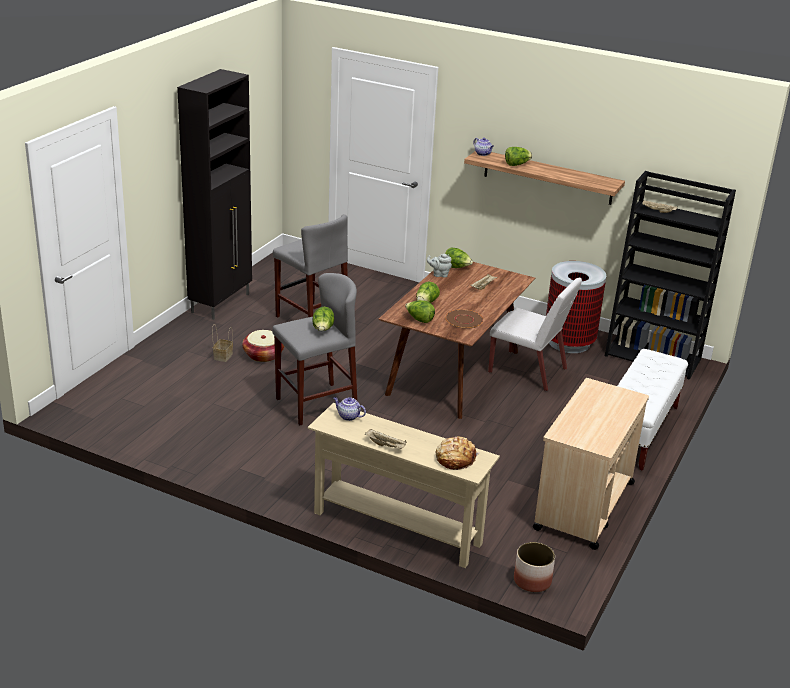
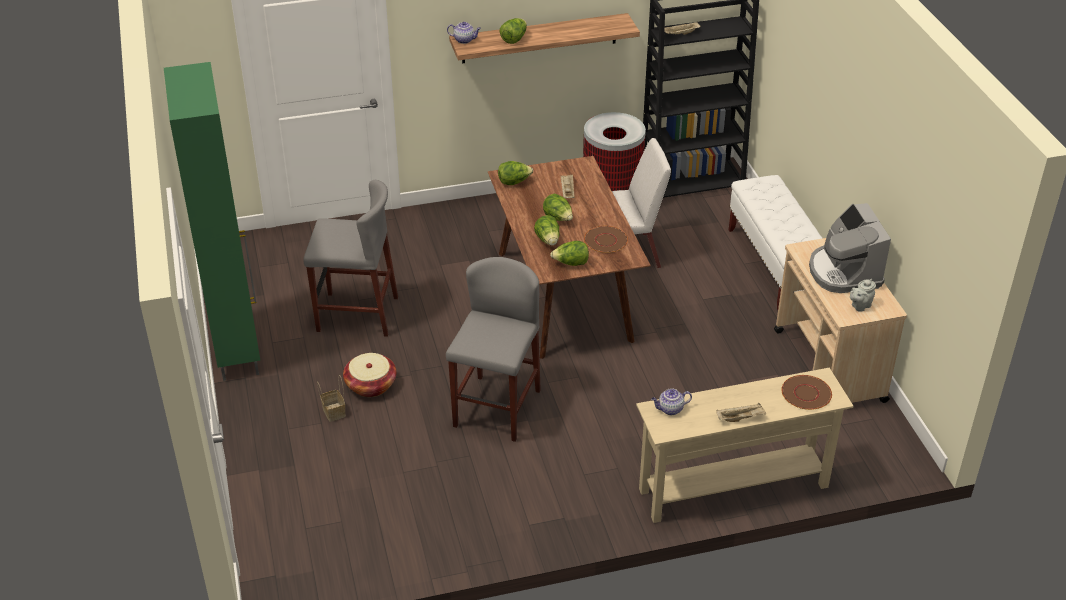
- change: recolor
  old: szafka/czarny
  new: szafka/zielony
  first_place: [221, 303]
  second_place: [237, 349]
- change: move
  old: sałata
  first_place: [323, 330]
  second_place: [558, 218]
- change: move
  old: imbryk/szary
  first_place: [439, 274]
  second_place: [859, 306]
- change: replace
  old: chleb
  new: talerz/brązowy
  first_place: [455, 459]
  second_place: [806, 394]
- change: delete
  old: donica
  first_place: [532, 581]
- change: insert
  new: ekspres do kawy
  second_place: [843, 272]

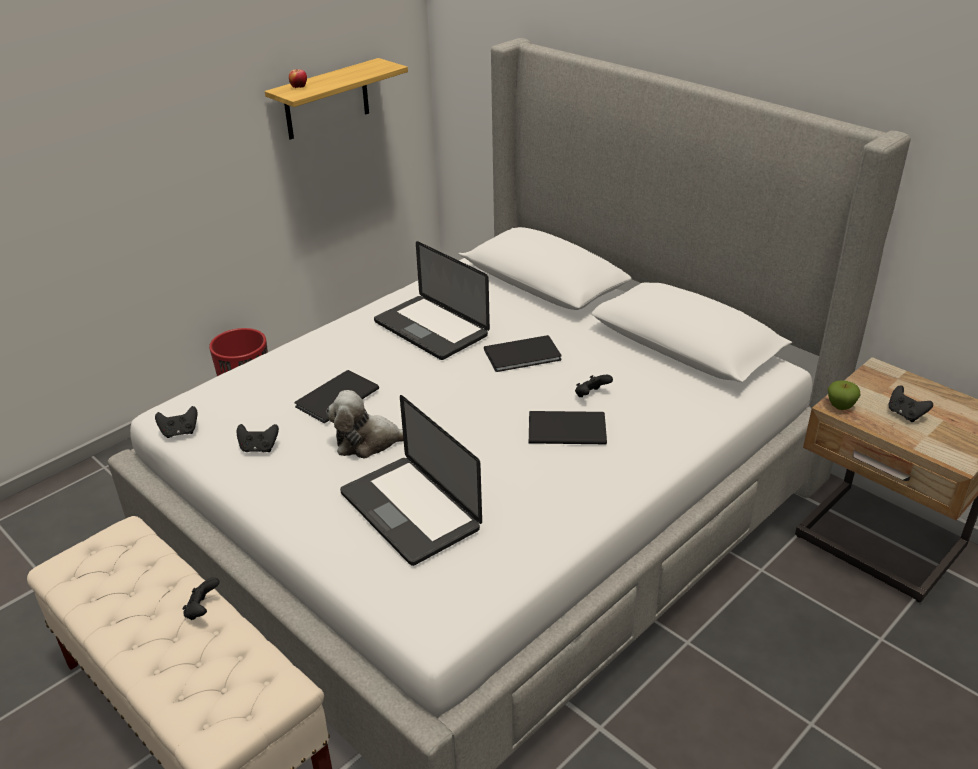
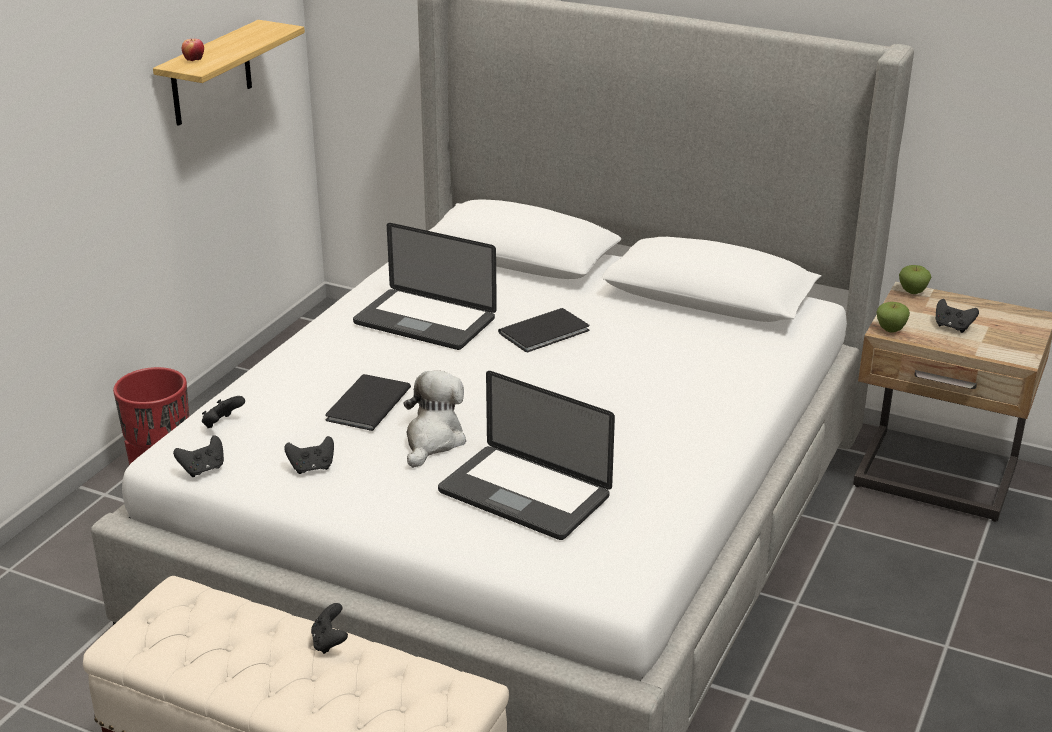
- change: rotate
  old: pluszak
  first_place: [369, 442]
  second_place: [433, 440]
  degrees: 135
- change: delete
  old: książka/czarny
  first_place: [564, 428]
- change: move
  old: pad do gier/czarny
  first_place: [591, 395]
  second_place: [222, 424]
- change: insert
  new: jabłko
  second_place: [912, 292]

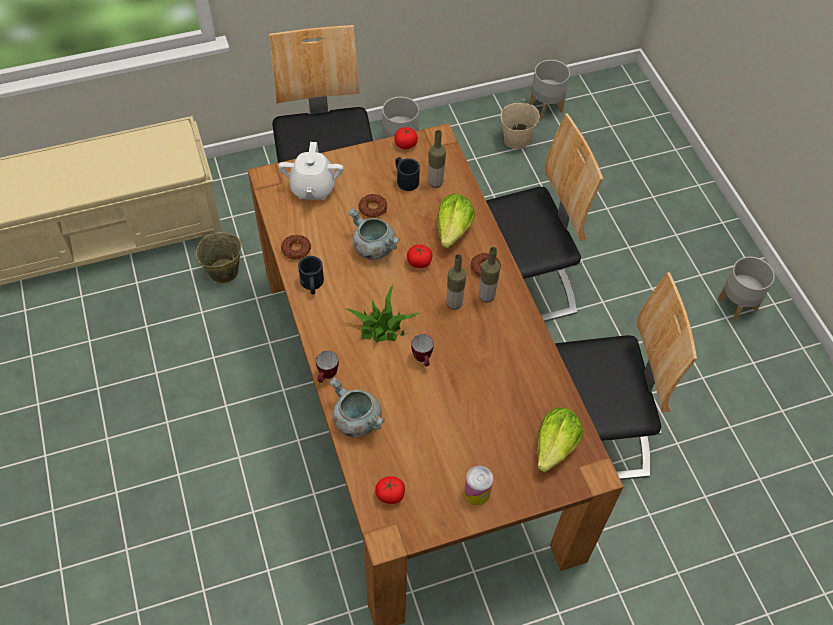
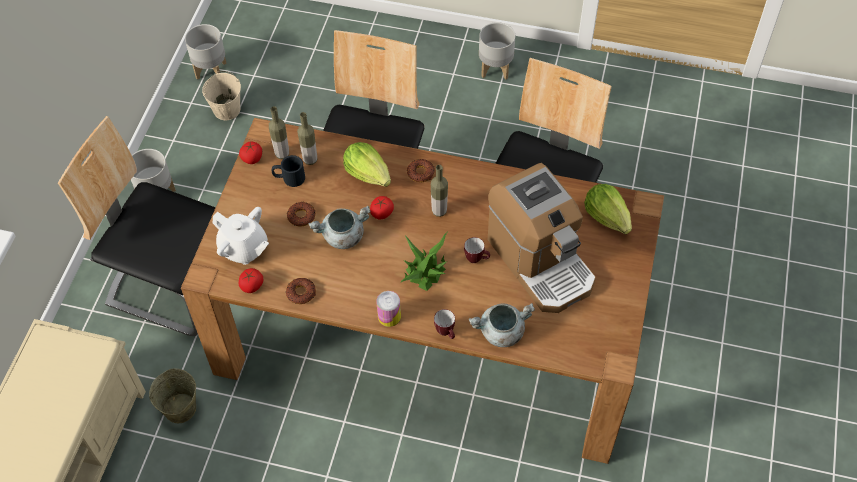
- change: delete
  old: kubek/czarny
  first_place: [312, 284]
- change: move
  old: pomidor
  first_place: [390, 495]
  second_place: [252, 286]
- change: move
  old: puszka
  first_place: [477, 492]
  second_place: [389, 316]
- change: move
  old: butelka
  first_place: [486, 296]
  second_place: [282, 154]
- change: insert
  new: ekspres do kawy
  second_place: [540, 262]

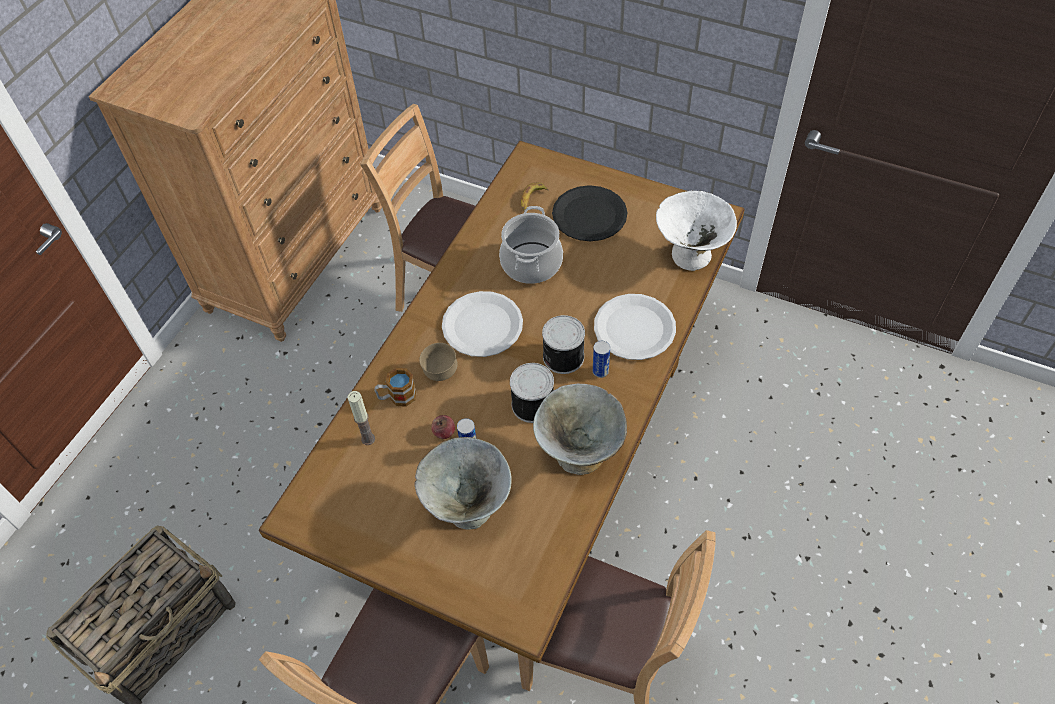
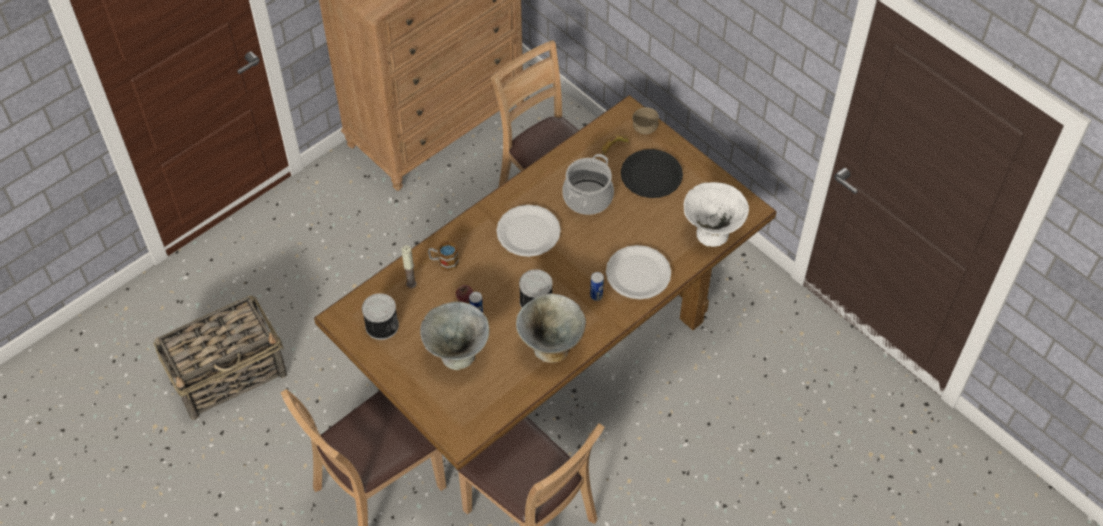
- change: move
  old: miska/brązowy
  first_place: [440, 373]
  second_place: [644, 130]
- change: move
  old: puszka
  first_place: [562, 356]
  second_place: [381, 325]

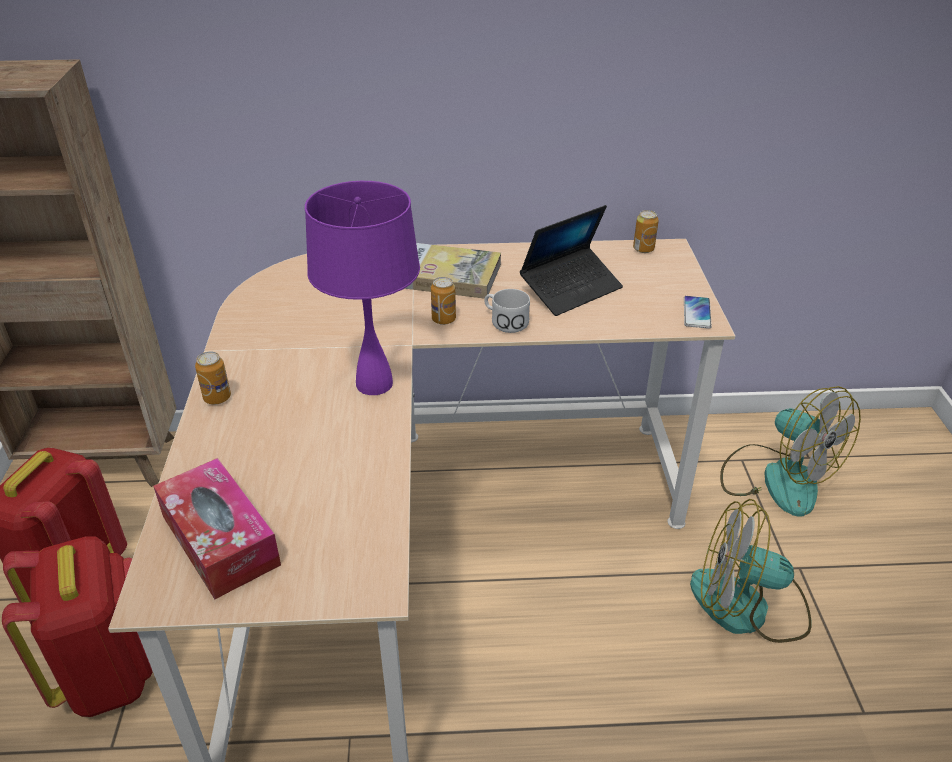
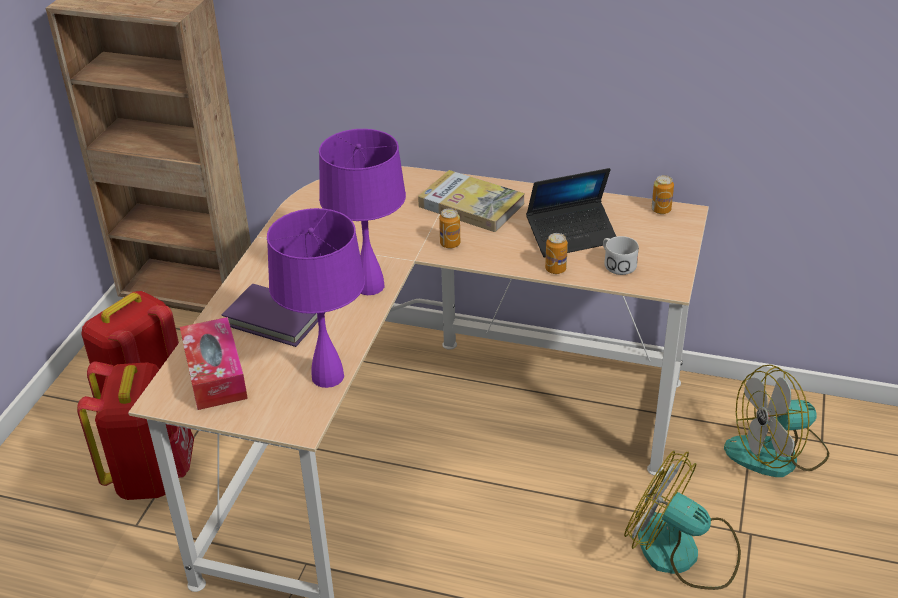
- change: move
  old: puszka
  first_place: [217, 398]
  second_place: [555, 269]
- change: move
  old: kubek/biały
  first_place: [504, 321]
  second_place: [616, 263]
- change: delete
  old: telefon
  first_place: [697, 313]
- change: rotate
  old: wentylator
  first_place: [777, 478]
  second_place: [777, 453]
  degrees: 90
- change: insert
  new: książka/fioletowy
  second_place: [275, 319]
- change: insert
  new: lampa stołowa/fioletowy
  second_place: [327, 377]

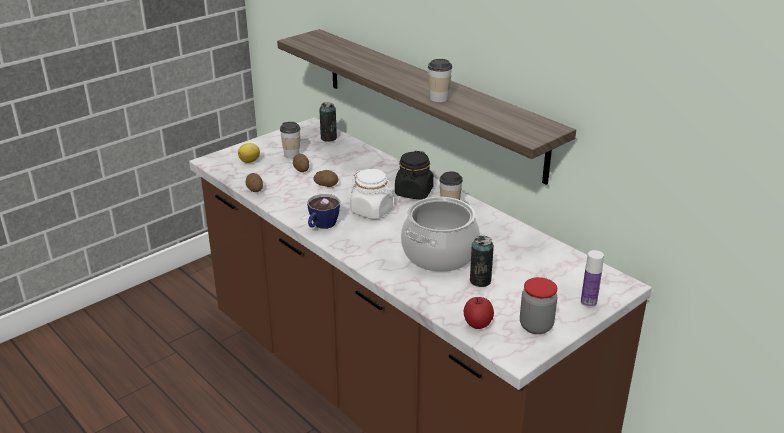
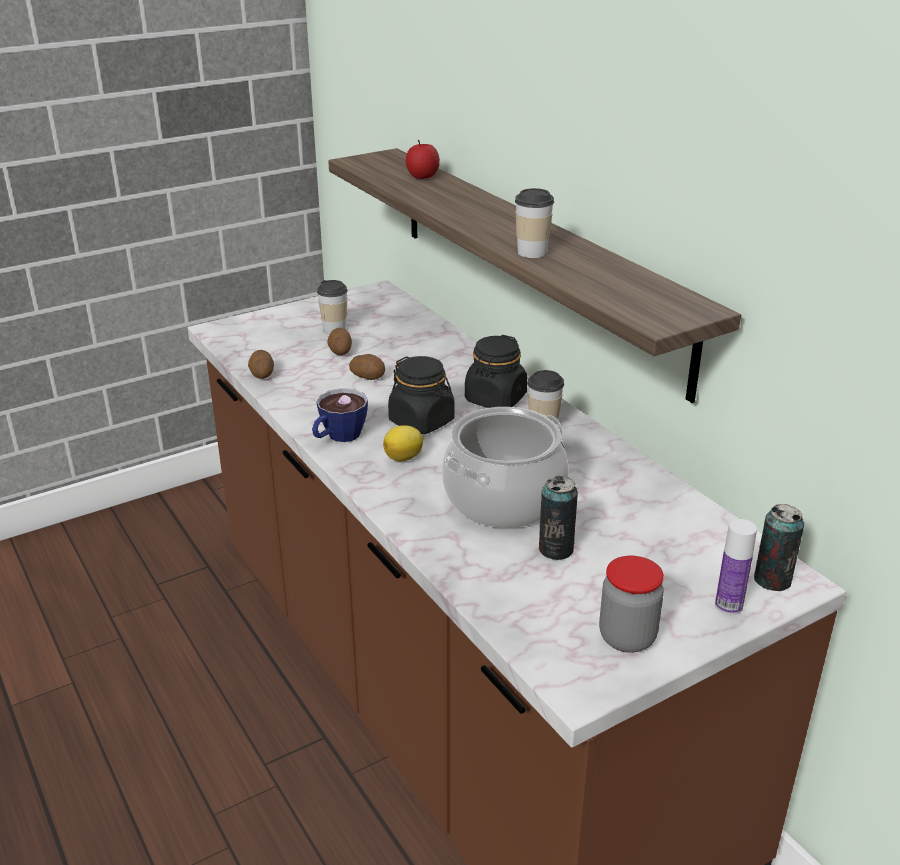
- change: move
  old: cytryna
  first_place: [250, 161]
  second_place: [404, 458]
- change: move
  old: puszka
  first_place: [328, 138]
  second_place: [772, 580]
- change: recolor
  old: słoik/biały
  new: słoik/czarny
  first_place: [372, 211]
  second_place: [422, 421]
- change: move
  old: jabłko
  first_place: [477, 324]
  second_place: [422, 176]

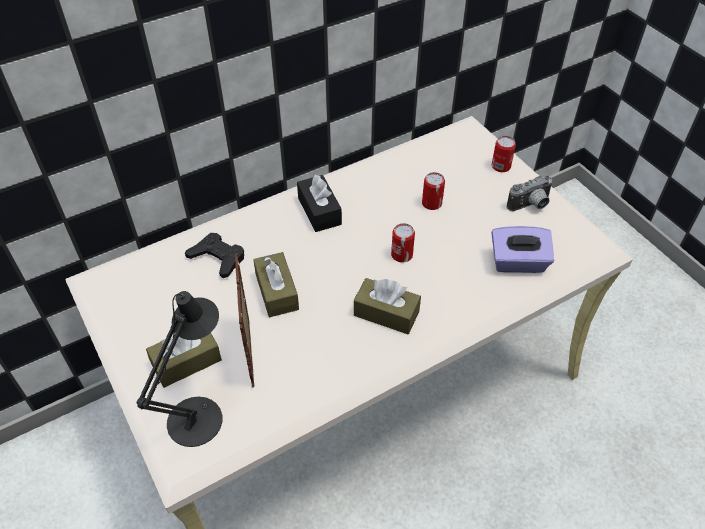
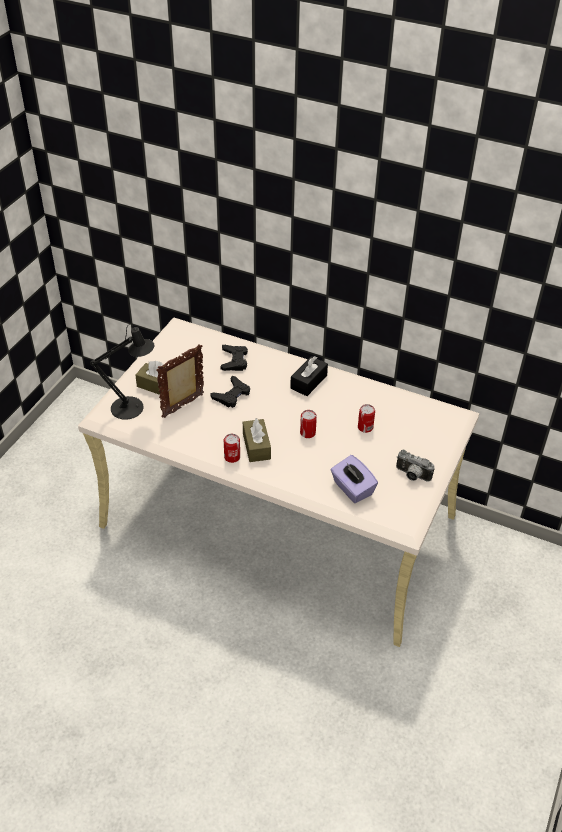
- change: replace
  old: pudełko chusteczek/brązowy
  new: pad do gier/czarny
  first_place: [277, 292]
  second_place: [232, 395]
- change: move
  old: puszka
  first_place: [501, 166]
  second_place: [232, 457]

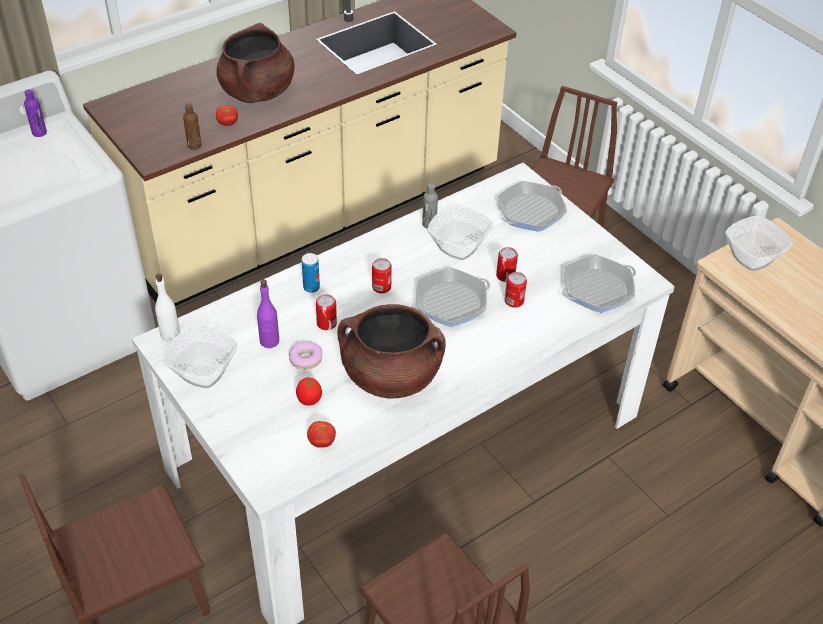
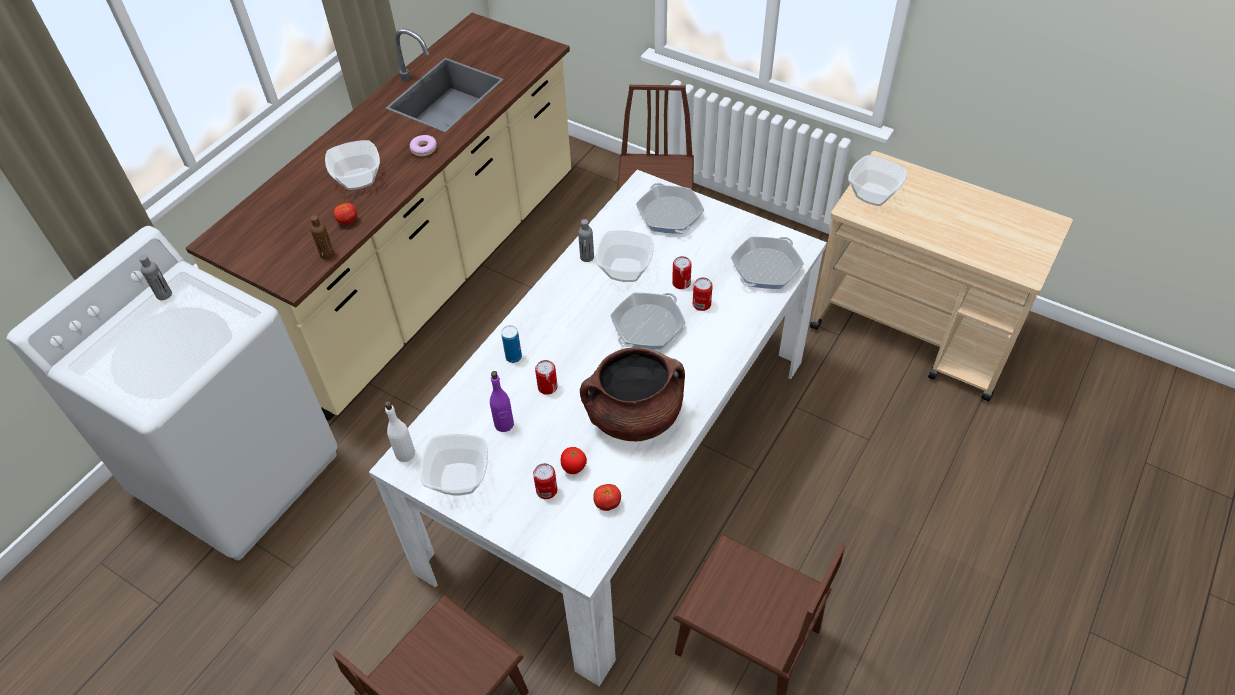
- change: recolor
  old: butelka/fioletowy
  new: butelka/szary
  first_place: [39, 133]
  second_place: [164, 295]
- change: replace
  old: garnek/brązowy
  new: miska
  first_place: [257, 92]
  second_place: [359, 179]
- change: move
  old: donut
  first_place: [306, 359]
  second_place: [424, 149]
- change: move
  old: puszka
  first_place: [381, 287]
  second_place: [546, 490]
- change: rotate
  old: patelnia
  first_place: [530, 211]
  second_place: [669, 214]
  degrees: 135

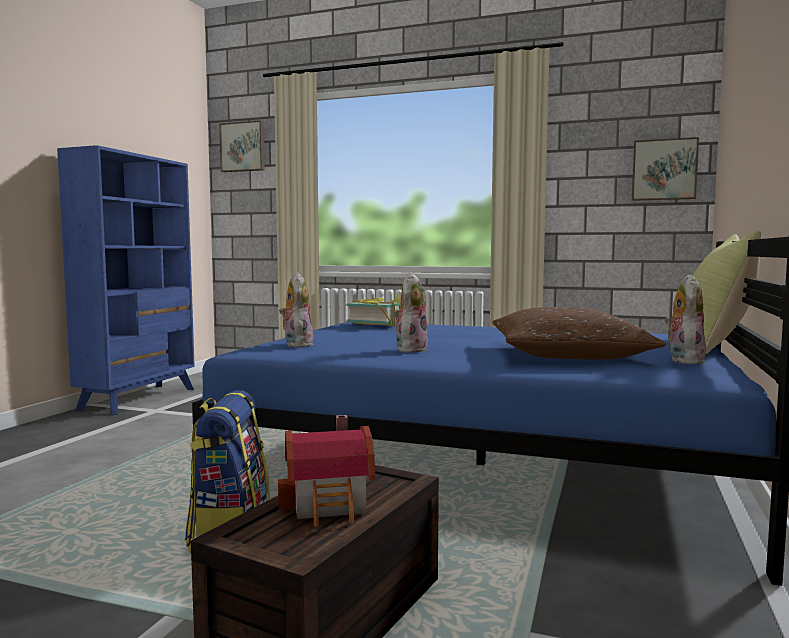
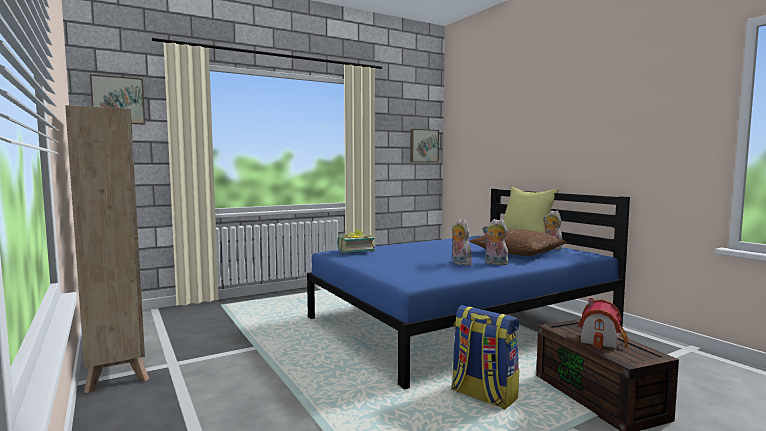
- change: recolor
  old: regał/niebieski
  new: regał/beżowy
  first_place: [139, 399]
  second_place: [116, 362]
- change: move
  old: pluszak
  first_place: [296, 345]
  second_place: [495, 263]

